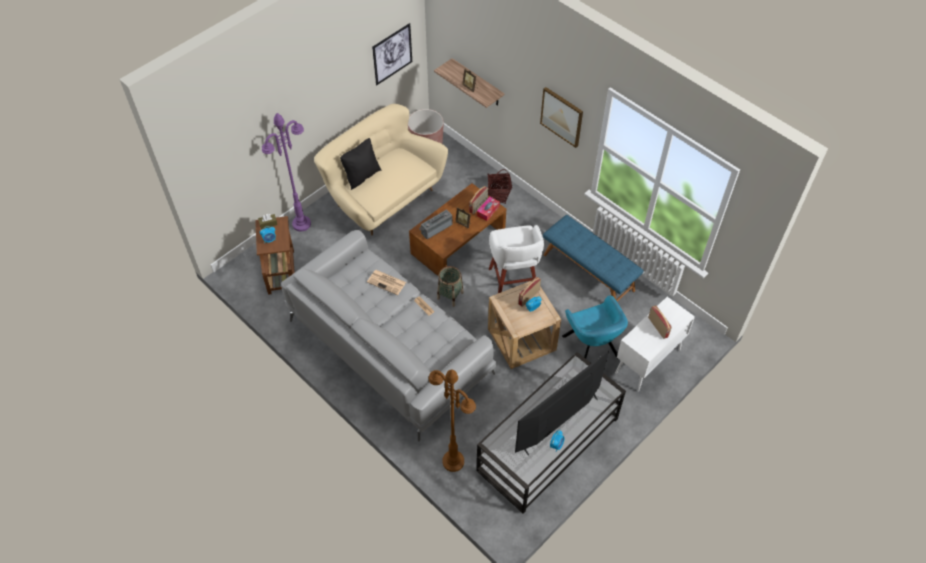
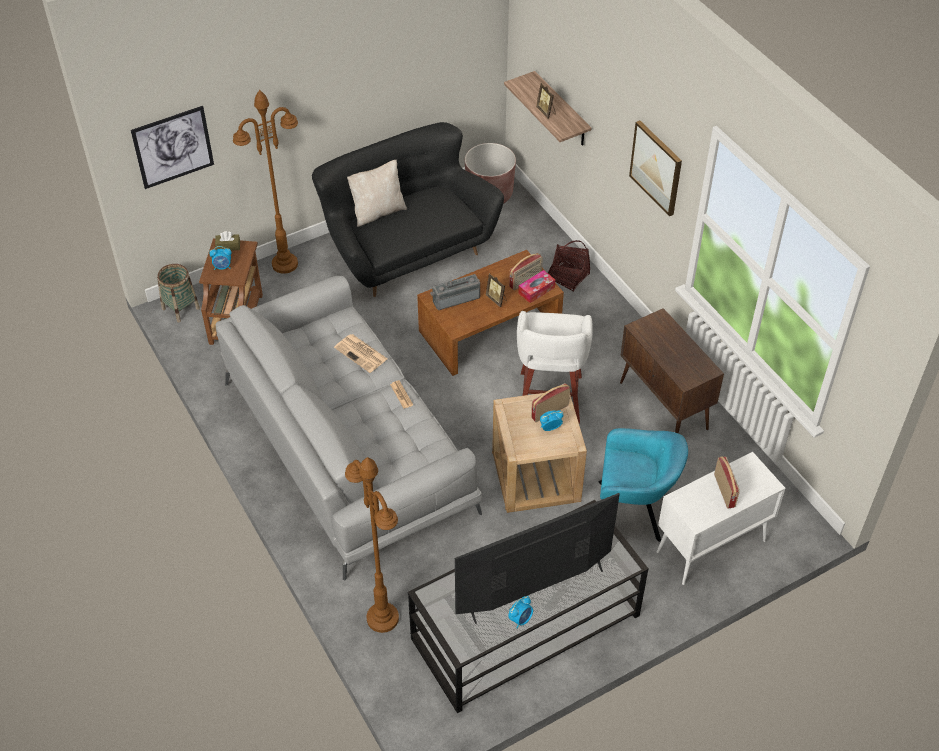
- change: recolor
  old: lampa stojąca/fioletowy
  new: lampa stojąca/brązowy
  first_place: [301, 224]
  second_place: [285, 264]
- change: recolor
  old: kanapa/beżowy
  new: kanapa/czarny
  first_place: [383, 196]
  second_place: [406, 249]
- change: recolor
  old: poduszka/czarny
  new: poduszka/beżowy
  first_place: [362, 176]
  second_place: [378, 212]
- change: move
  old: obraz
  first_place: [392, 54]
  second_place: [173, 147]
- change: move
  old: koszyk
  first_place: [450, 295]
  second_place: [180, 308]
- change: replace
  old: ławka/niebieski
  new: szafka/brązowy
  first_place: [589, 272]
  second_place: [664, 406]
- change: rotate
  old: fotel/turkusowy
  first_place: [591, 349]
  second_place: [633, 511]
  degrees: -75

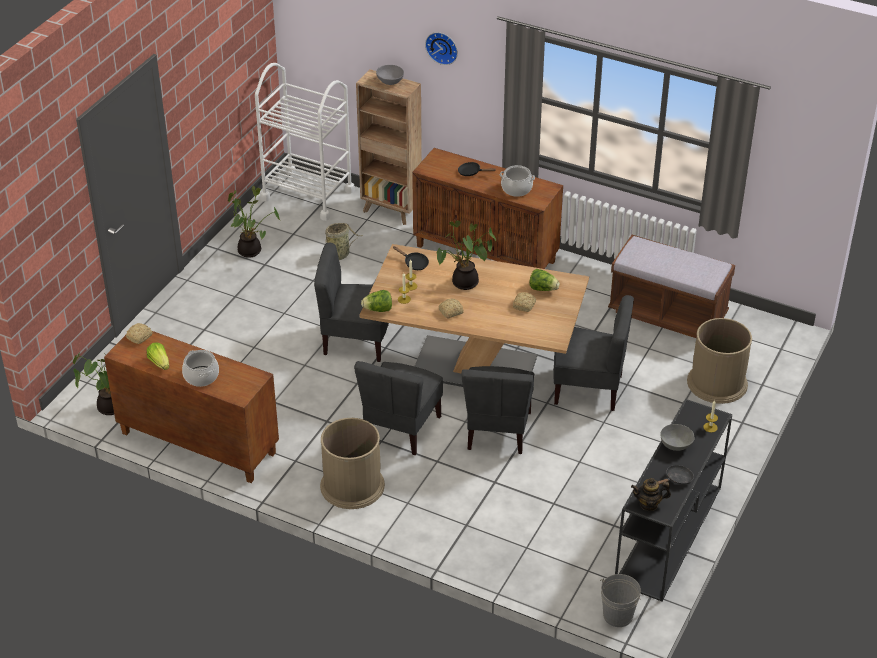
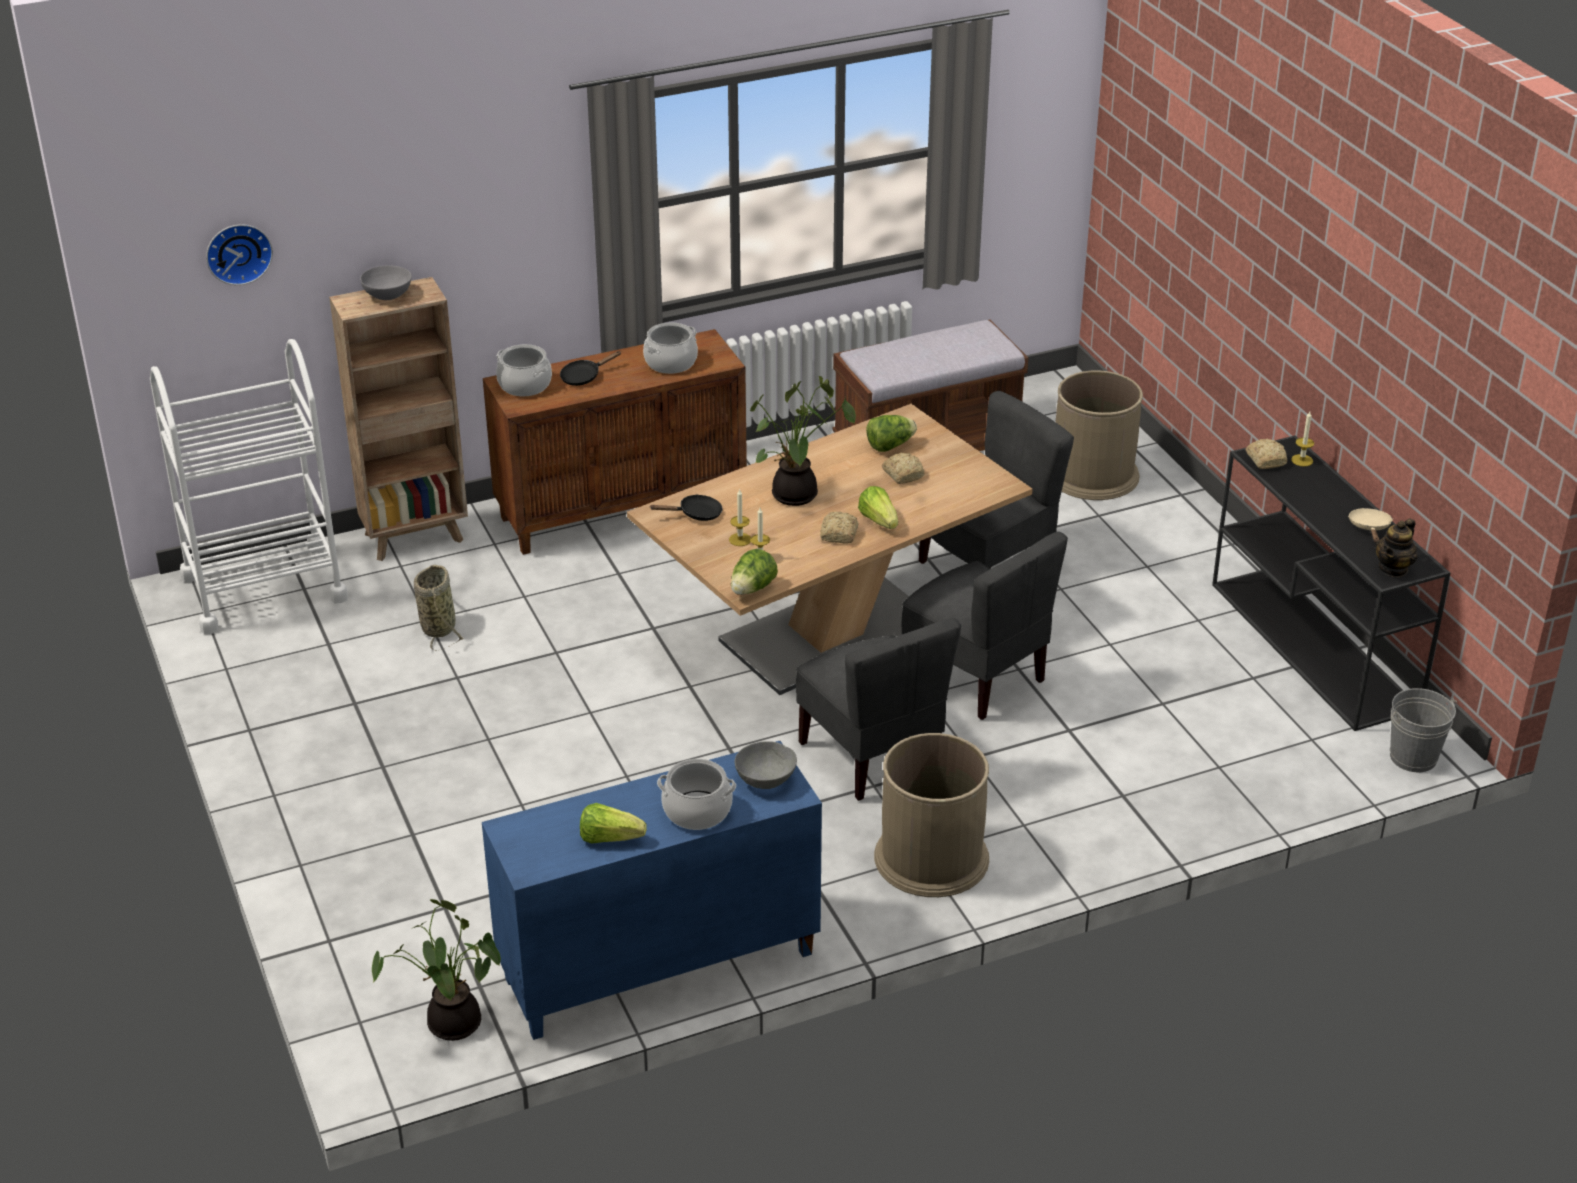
- change: recolor
  old: szafka/brązowy
  new: szafka/niebieski
  first_place: [197, 443]
  second_place: [658, 968]
- change: move
  old: chleb
  first_place: [140, 336]
  second_place: [1266, 460]
- change: delete
  old: roślina doniczkowa
  first_place: [251, 250]
- change: delete
  old: krzesło/szary
  first_place: [355, 341]
- change: move
  old: zegar ścienny
  first_place: [442, 47]
  second_place: [238, 252]
- change: recolor
  old: patelnia/czarny
  new: patelnia/beżowy
  first_place: [676, 479]
  second_place: [1370, 528]
- change: move
  old: miska/szary
  first_place: [676, 445]
  second_place: [765, 780]
- change: insert
  new: garnek
  second_place: [524, 385]
- change: insert
  new: sałata
  second_place: [879, 520]

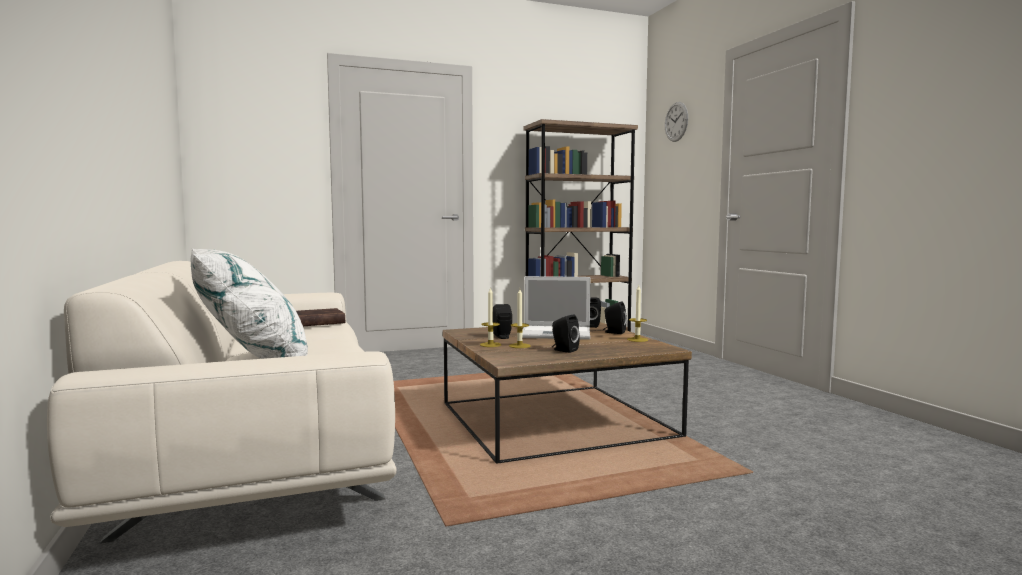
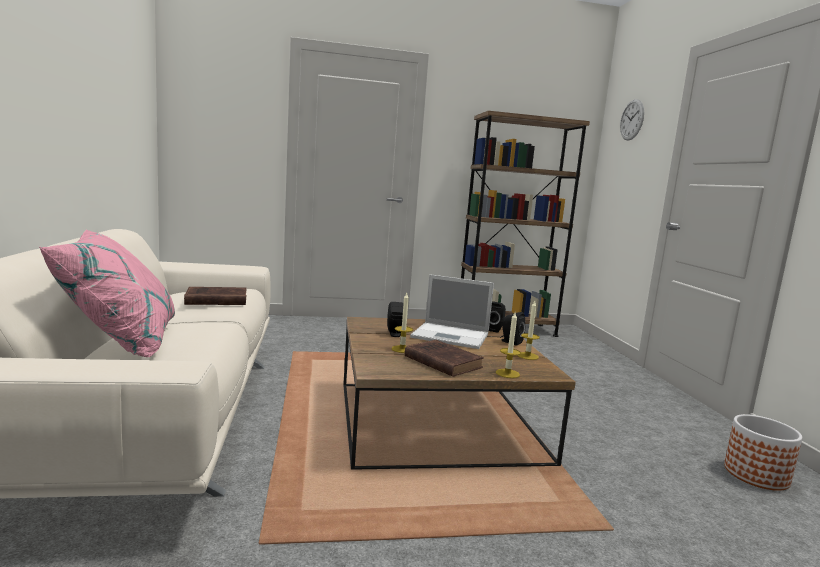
- change: recolor
  old: poduszka/biały
  new: poduszka/różowy
  first_place: [249, 359]
  second_place: [120, 342]
- change: move
  old: świeca
  first_place: [490, 345]
  second_place: [507, 373]
- change: replace
  old: głośnik/czarny
  new: książka/brązowy
  first_place: [563, 350]
  second_place: [441, 361]
- change: insert
  new: donica
  second_place: [755, 474]

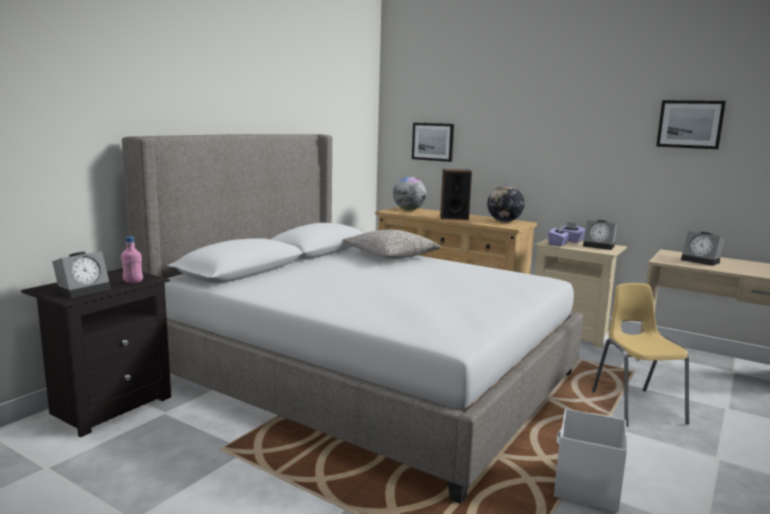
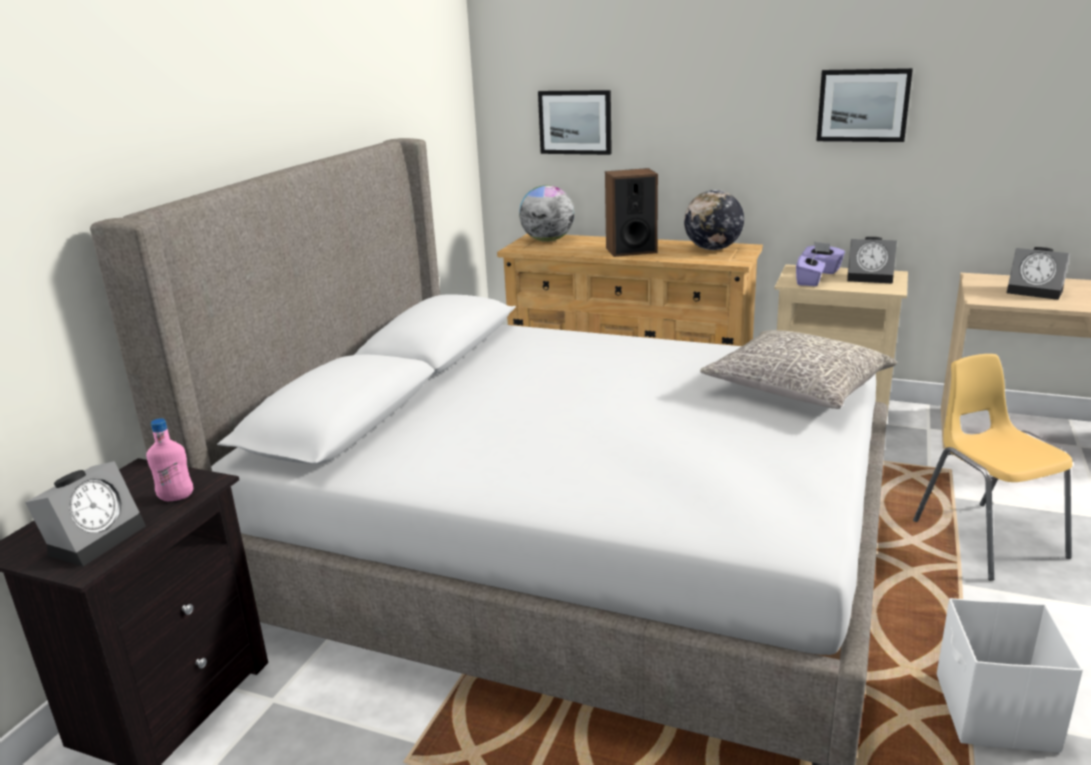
- change: move
  old: poduszka/szary
  first_place: [389, 256]
  second_place: [795, 388]
- change: move
  old: obraz
  first_place: [690, 124]
  second_place: [863, 105]

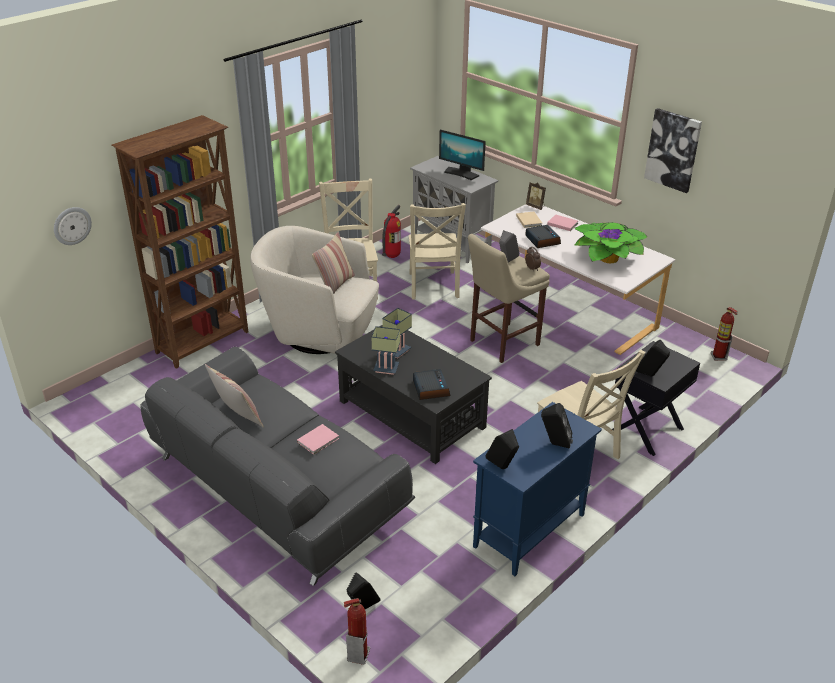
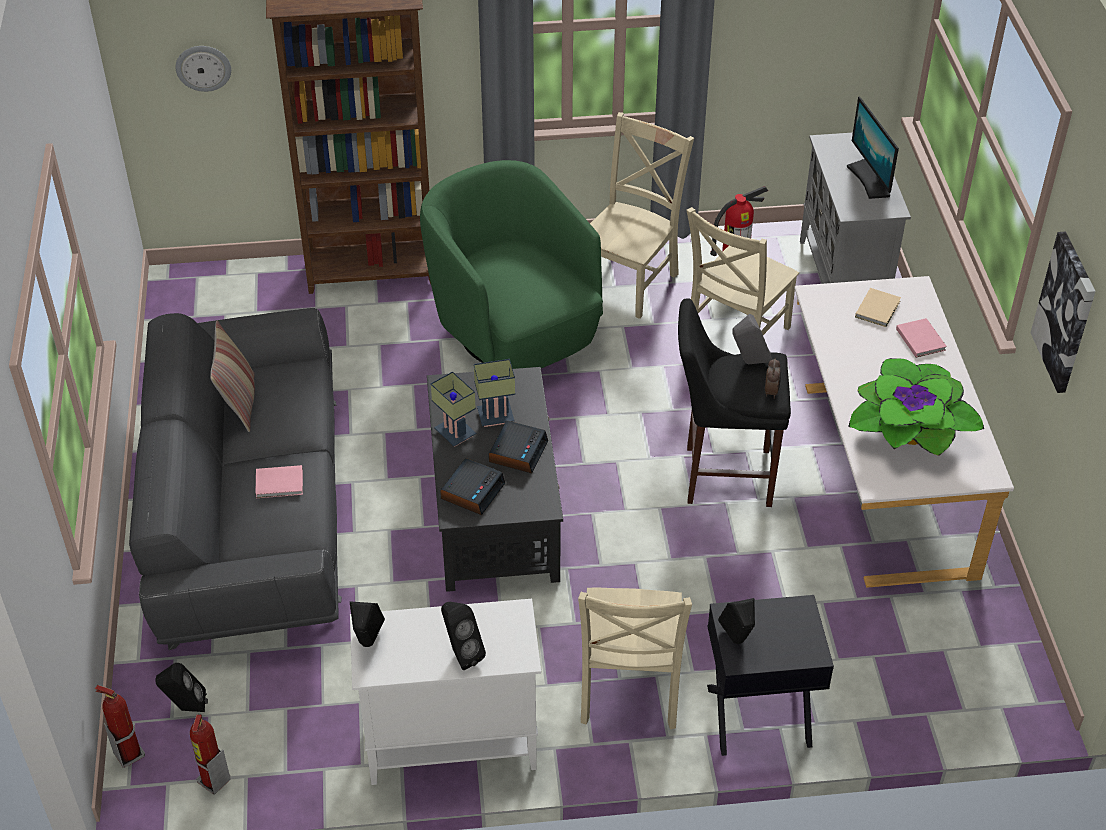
- change: recolor
  old: fotel/beżowy
  new: fotel/zielony
  first_place: [319, 332]
  second_place: [514, 330]
- change: delete
  old: poduszka
  first_place: [335, 285]
- change: recolor
  old: stołek/beżowy
  new: stołek/czarny
  first_place: [501, 343]
  second_place: [722, 475]
- change: recolor
  old: szafka/niebieski
  new: szafka/biały
  first_place: [528, 531]
  second_place: [449, 744]
- change: move
  old: budzik
  first_place: [542, 240]
  second_place: [518, 451]
- change: delete
  old: ramka na zdjęcie
  first_place: [536, 206]
- change: move
  old: gaśnica
  first_place: [718, 357]
  second_place: [213, 781]

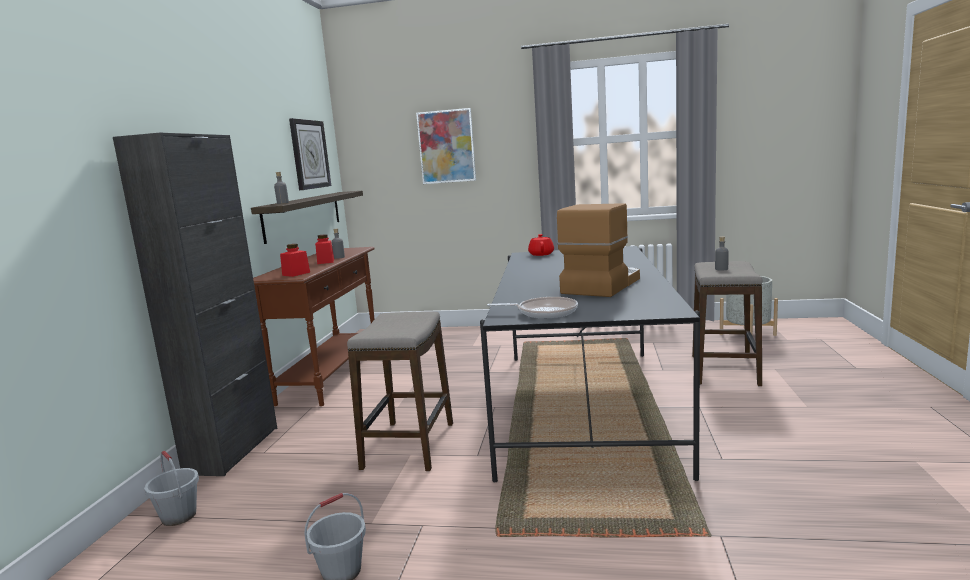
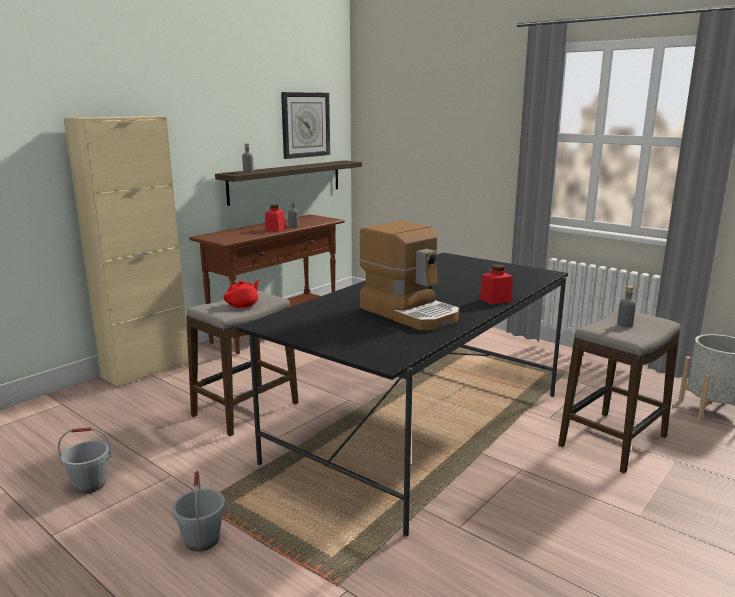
- change: recolor
  old: szafka/czarny
  new: szafka/beżowy
  first_place: [233, 450]
  second_place: [146, 369]
- change: move
  old: wiadro/szary
  first_place: [178, 516]
  second_place: [201, 540]
- change: move
  old: słoik/czerwony
  first_place: [296, 274]
  second_place: [495, 300]
- change: delete
  old: obraz
  first_place: [446, 146]
- change: delete
  old: patelnia
  first_place: [544, 312]
- change: move
  old: imbryk/czerwony
  first_place: [541, 254]
  second_place: [243, 304]
- change: rotate
  old: ekspres do kawy
  first_place: [600, 285]
  second_place: [410, 313]
  degrees: 75

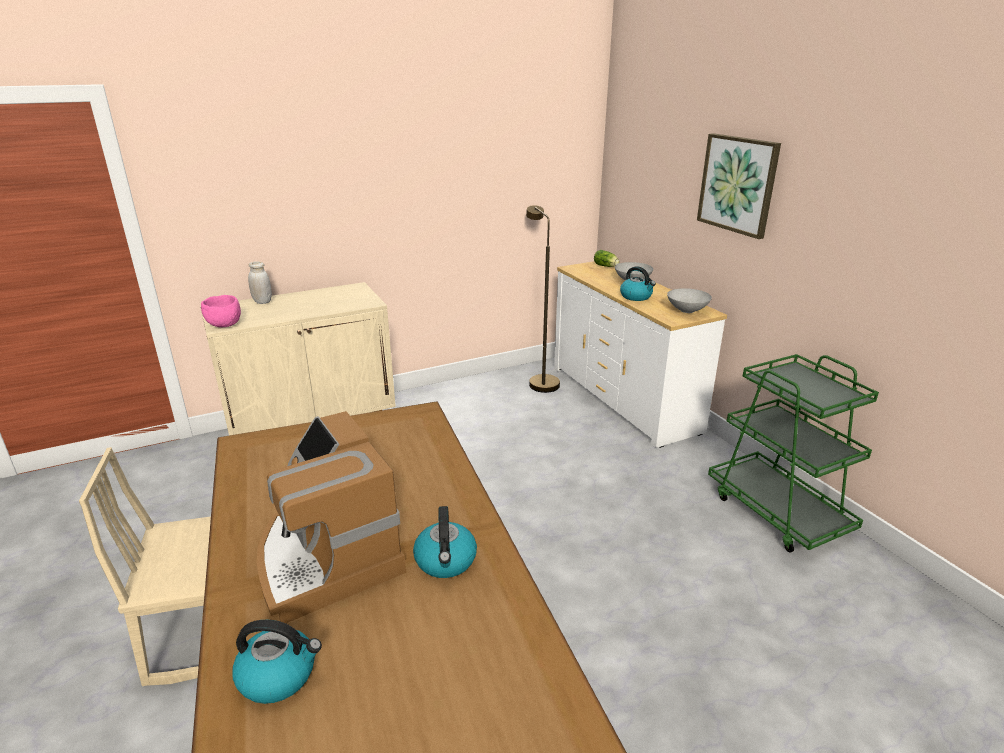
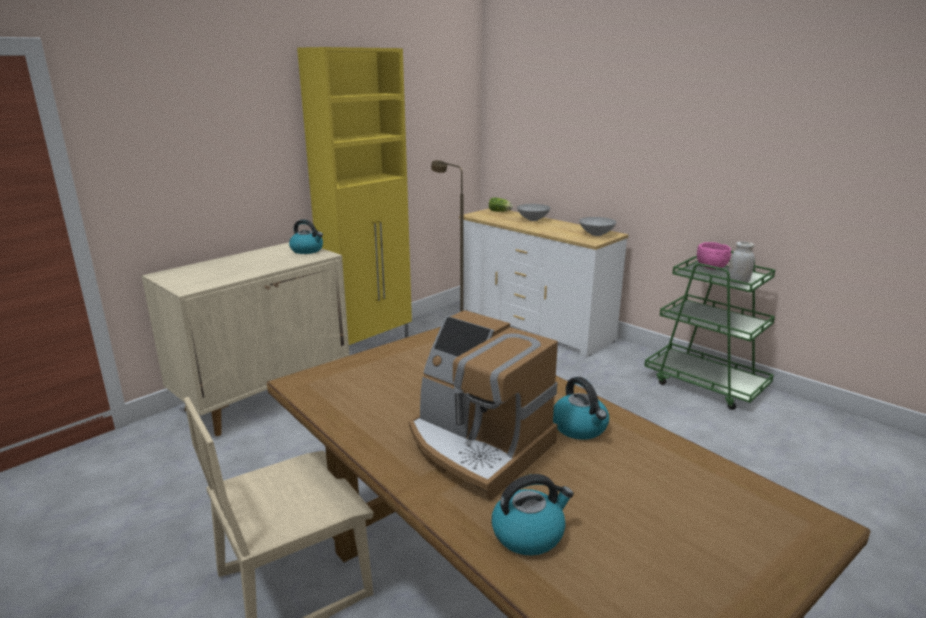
- change: move
  old: miska/różowy
  first_place: [223, 325]
  second_place: [710, 268]
- change: move
  old: słoik/biały
  first_place: [262, 302]
  second_place: [738, 282]
- change: move
  old: czajnik
  first_place: [636, 296]
  second_place: [307, 250]
- change: delete
  old: obraz
  first_place: [738, 184]
- change: insert
  new: szafka/żółty
  second_place: [370, 344]

